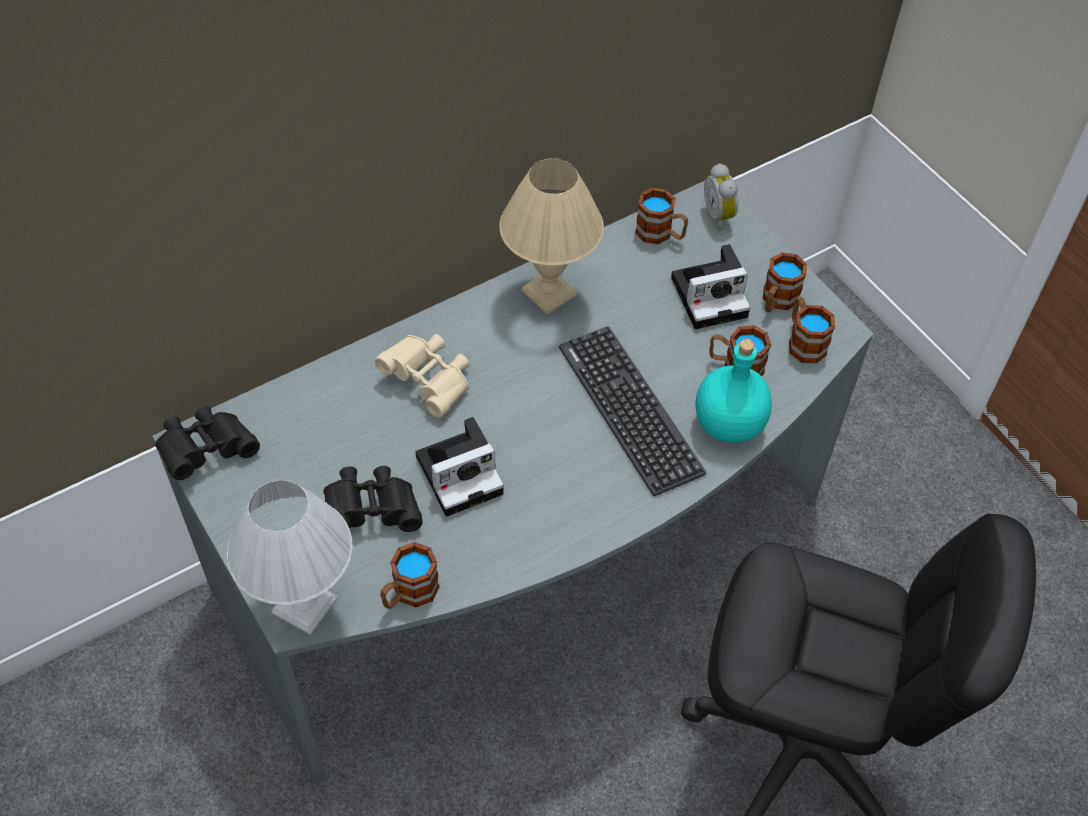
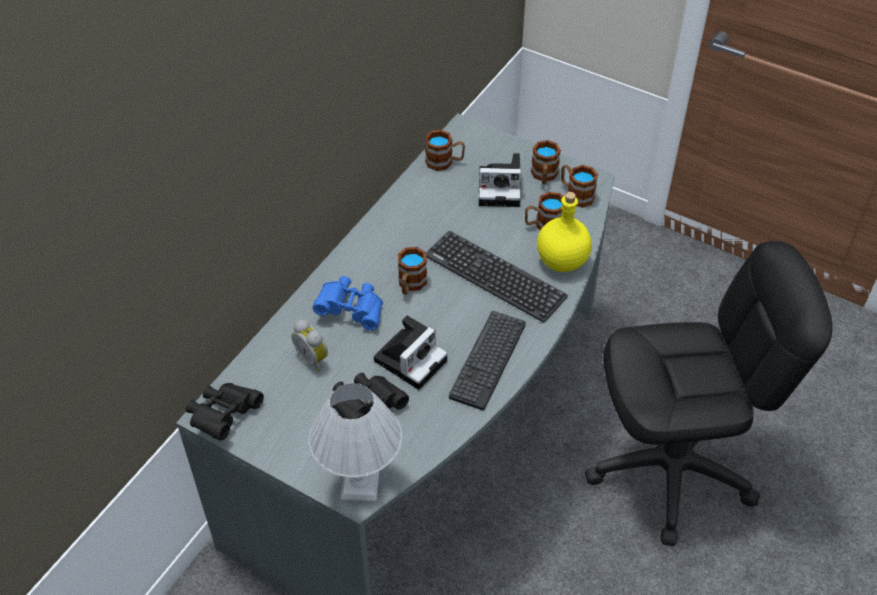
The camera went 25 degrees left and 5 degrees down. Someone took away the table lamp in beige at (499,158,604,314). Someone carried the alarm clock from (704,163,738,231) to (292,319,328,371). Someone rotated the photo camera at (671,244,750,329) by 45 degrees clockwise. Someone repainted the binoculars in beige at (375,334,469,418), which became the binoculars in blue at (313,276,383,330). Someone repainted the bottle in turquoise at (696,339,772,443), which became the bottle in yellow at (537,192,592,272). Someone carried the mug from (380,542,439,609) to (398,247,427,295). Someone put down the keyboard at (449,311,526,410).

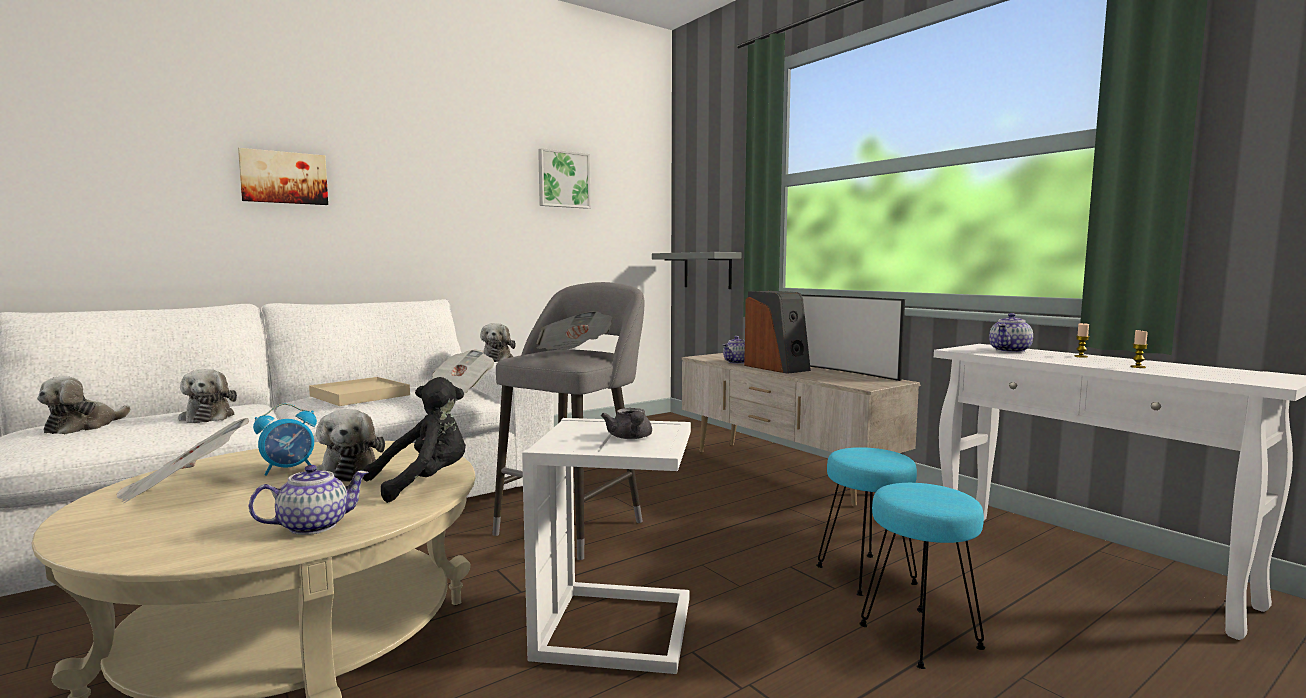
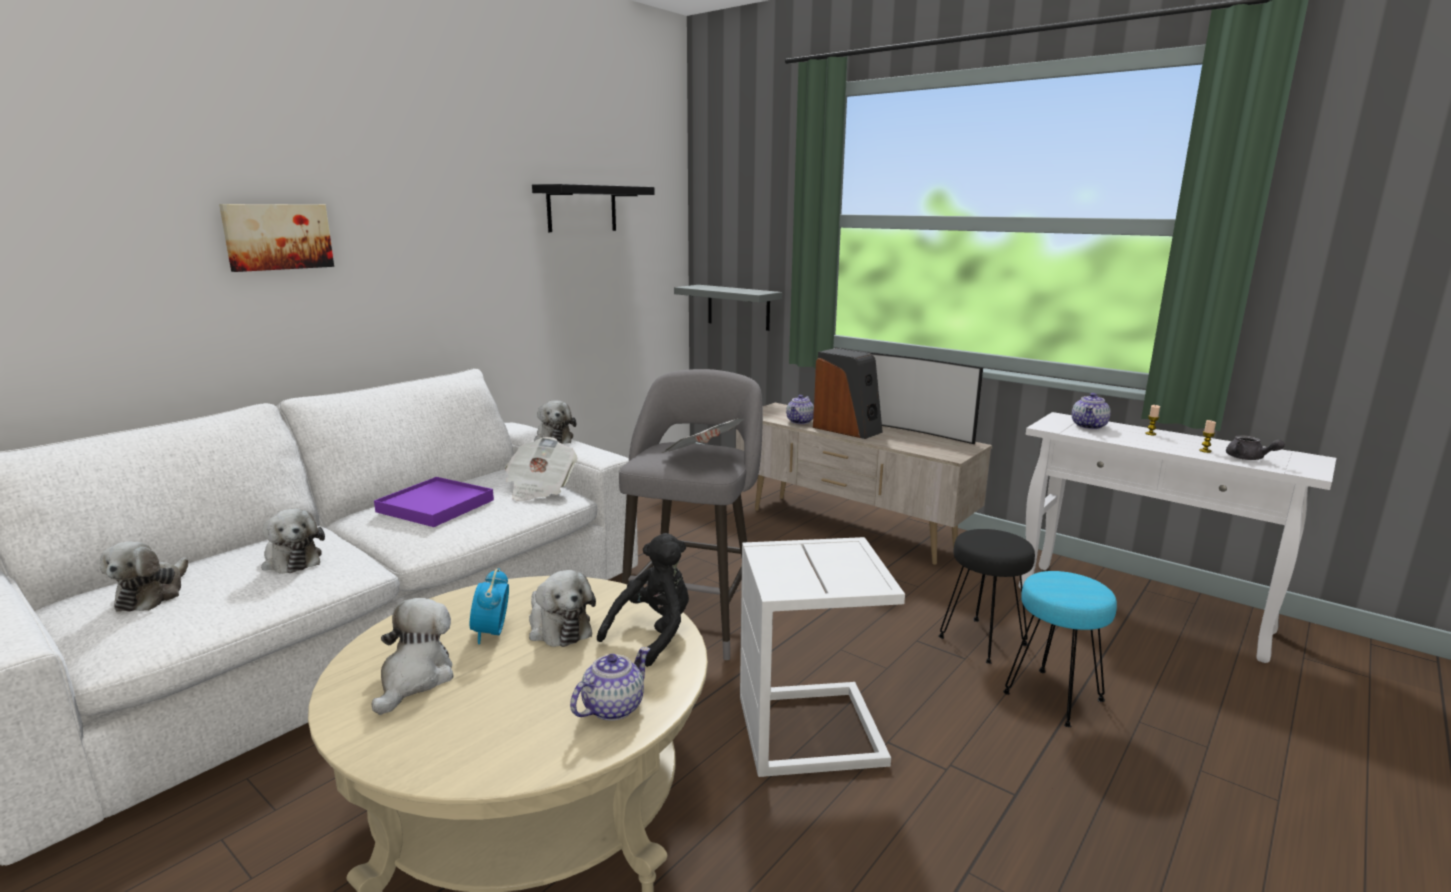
The camera went 15 degrees left and 10 degrees up. Someone swapped the picture at (538,148,590,209) for the shelf in black at (532,184,655,232). Someone repainted the tray in beige at (309,377,410,406), which became the tray in purple at (374,477,494,527). Someone rotated the alarm clock at (253,403,317,476) by 135 degrees clockwise. Someone carried the teapot in grey from (601,408,652,439) to (1226,435,1285,460). Someone swapped the newspaper at (116,418,249,503) for the plush toy at (372,598,454,715). Someone repainted the stool in turquoise at (816,447,918,596), which became the stool in black at (938,529,1035,664).

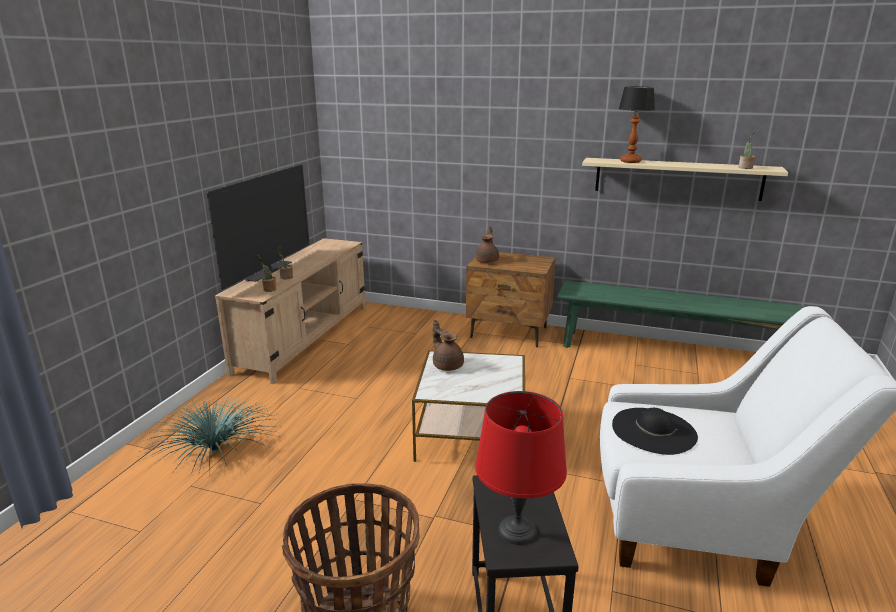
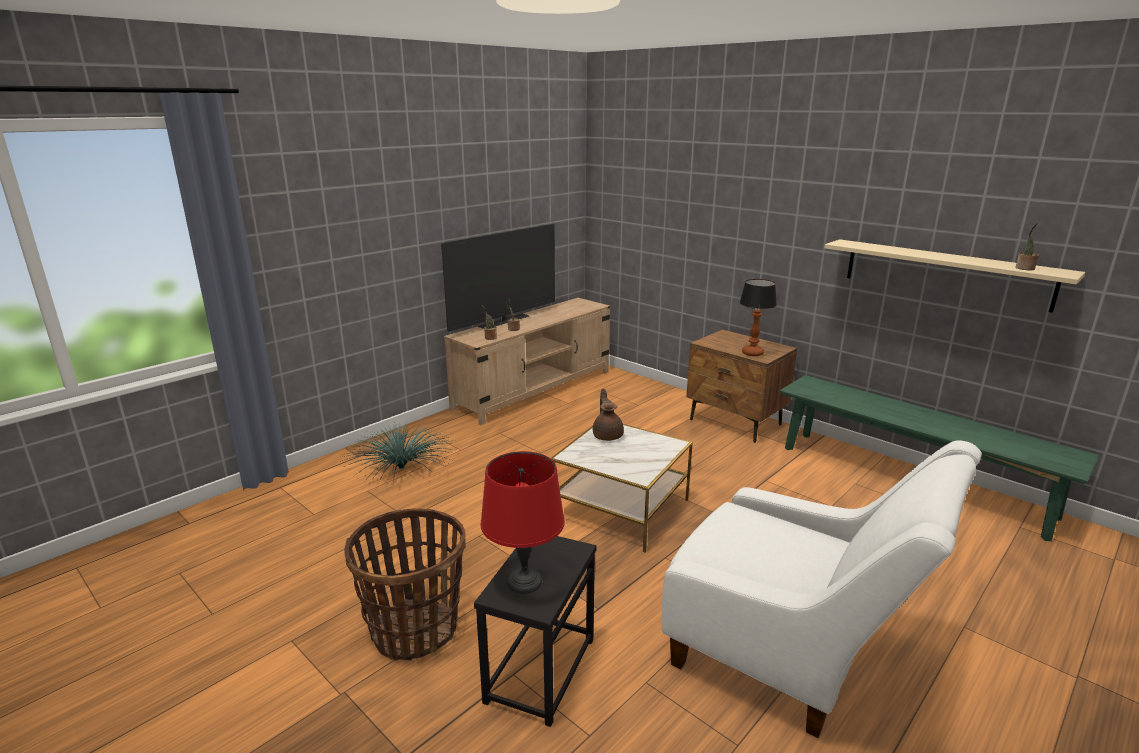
The camera went 25 degrees right and 0 degrees up. Someone carried the table lamp from (619,87,655,163) to (740,279,777,356). Someone took away the teapot in brown at (475,226,499,263). Someone took away the hat in black at (612,408,698,455).

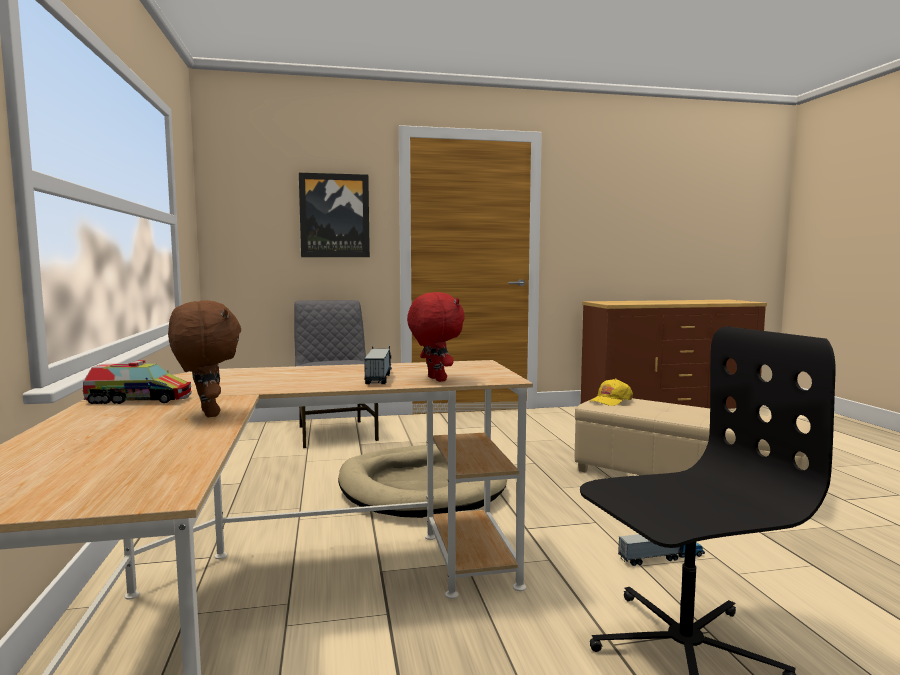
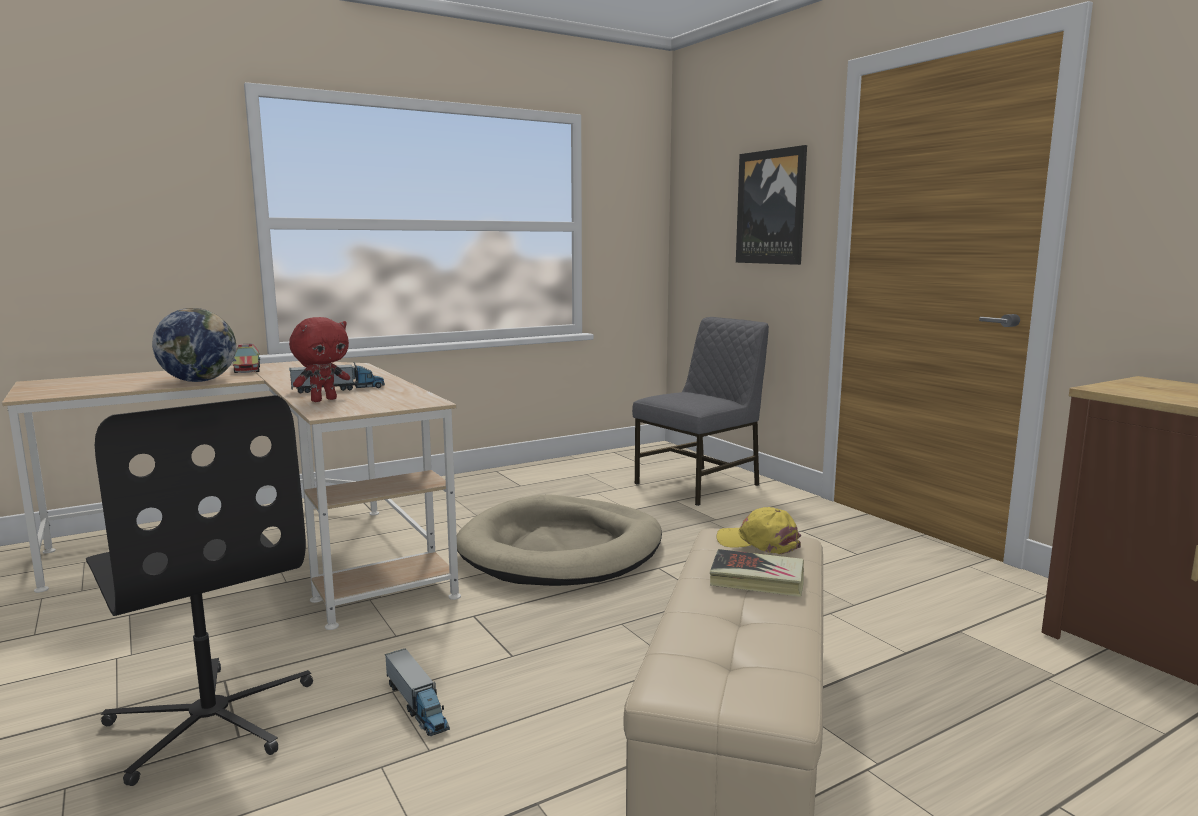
The camera went 70 degrees right and 5 degrees up. Someone swapped the plush toy in brown at (168,300,241,417) for the globe at (152,308,236,382). Someone put down the book at (710,549,804,597).

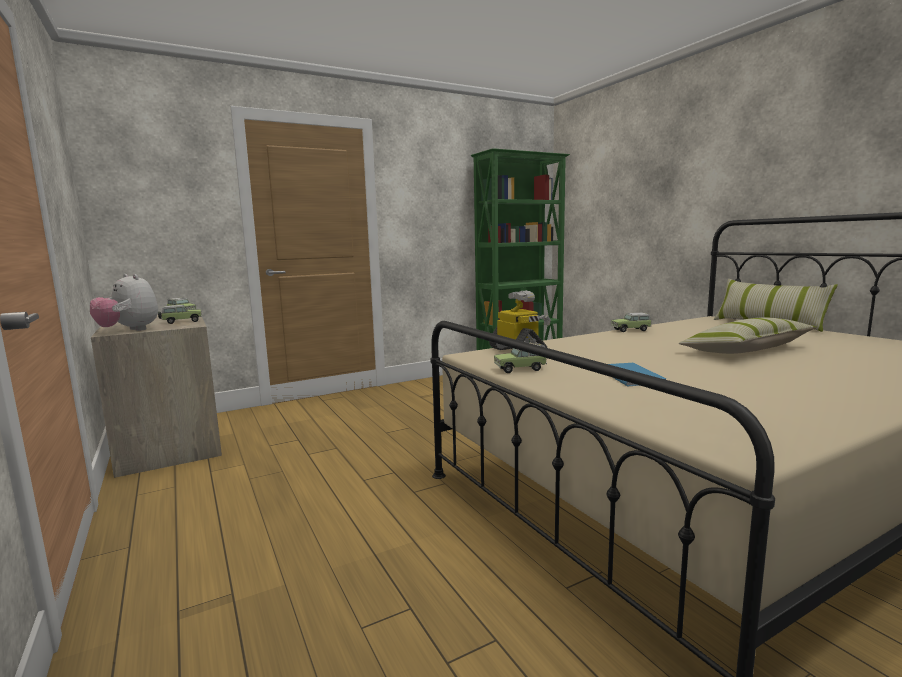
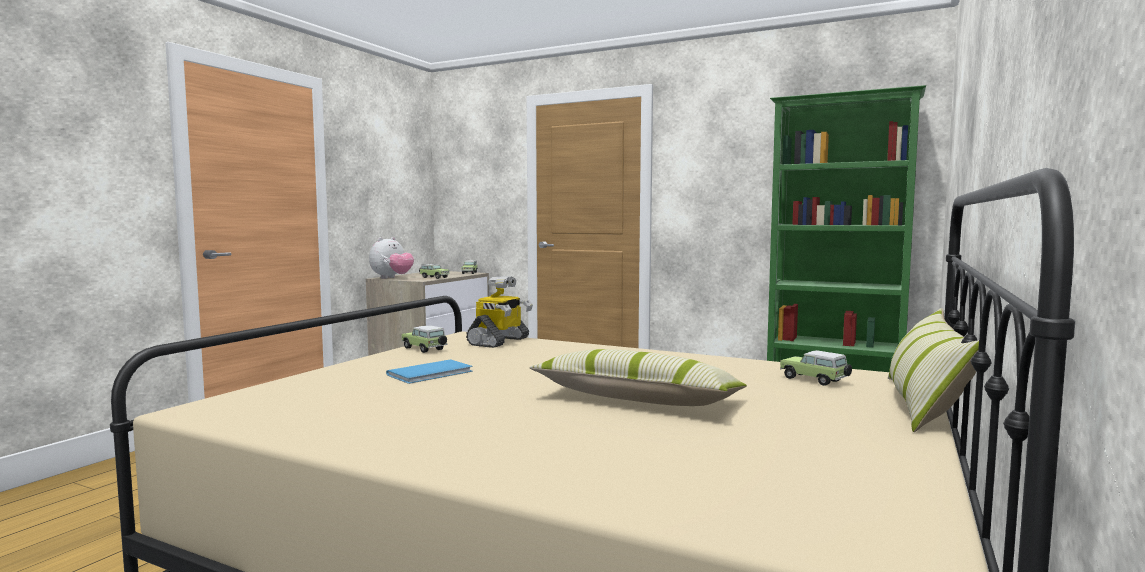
The camera went 55 degrees right and 5 degrees down. Someone rotated the plush toy at (90,274,158,331) by 150 degrees counterclockwise. Someone carried the toy car from (611,313,652,332) to (780,350,852,386).

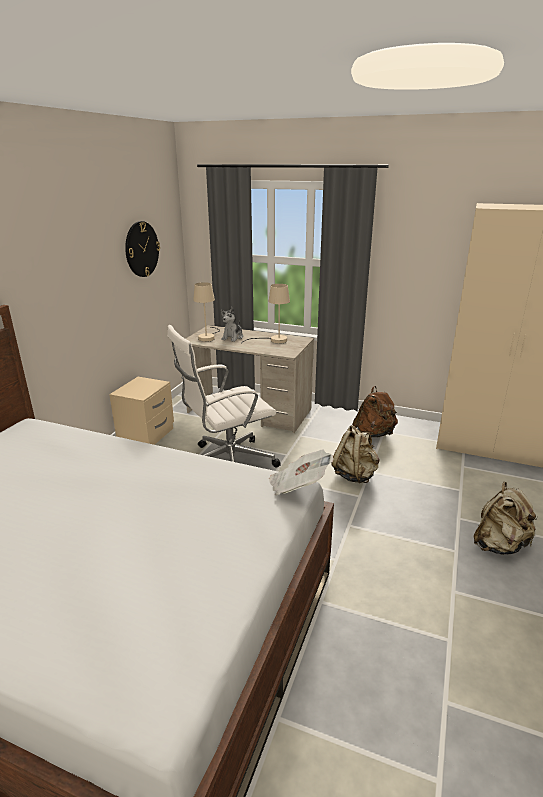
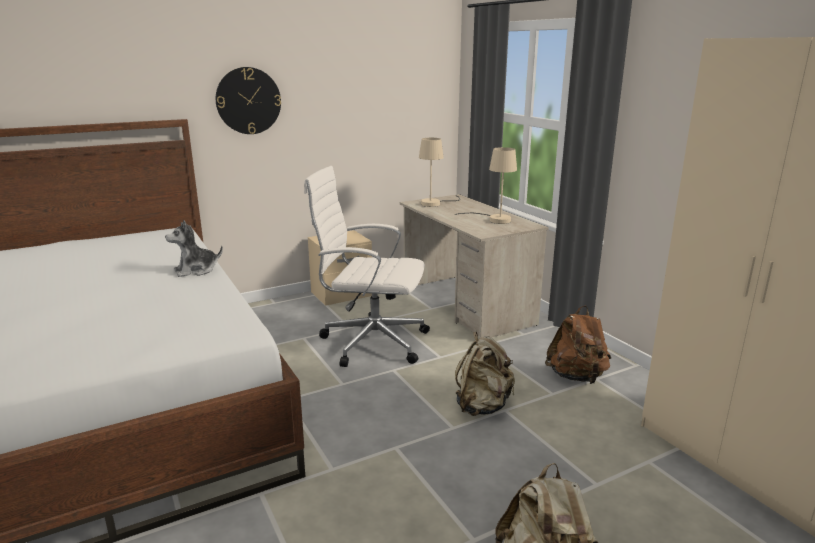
The camera went 40 degrees right and 5 degrees down. Someone carried the wall clock from (125,221,160,277) to (216,67,281,134). Someone carried the plush toy from (221,307,243,342) to (165,220,223,277). Someone took away the newspaper at (269,450,333,495).

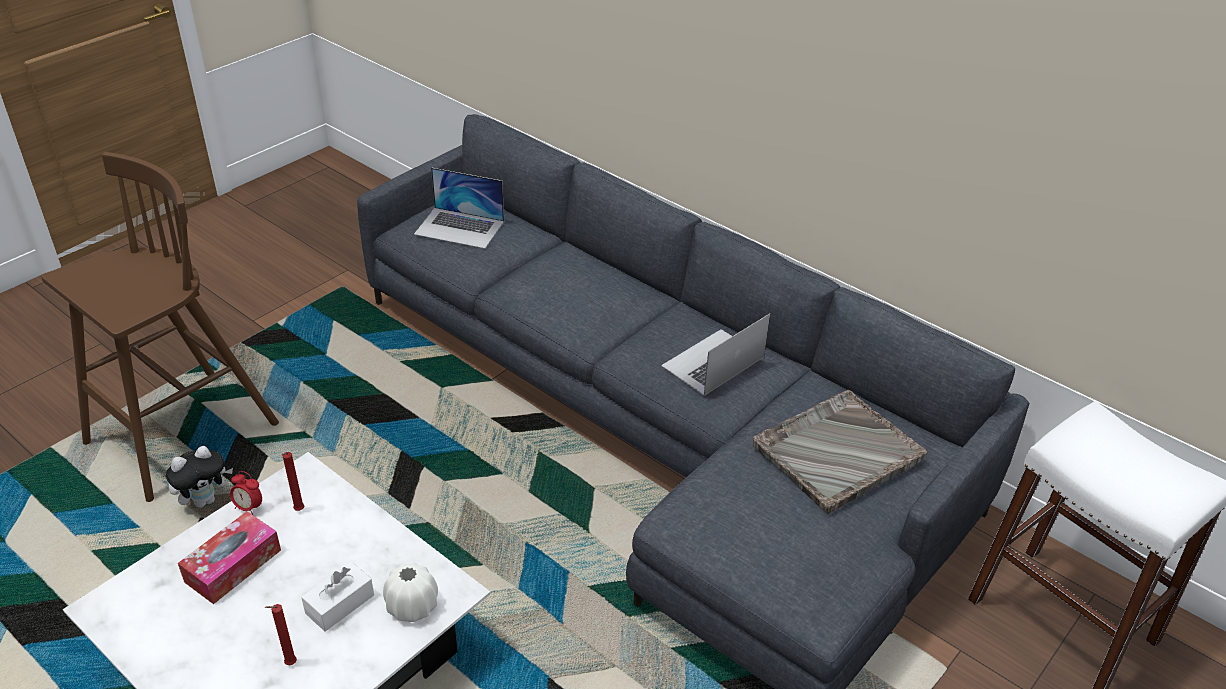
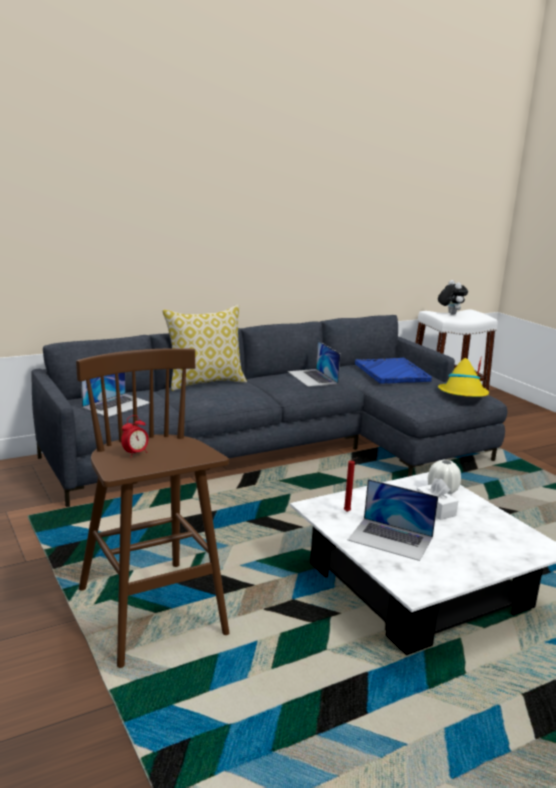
The camera went 70 degrees left and 20 degrees down. Someone repainted the tray in grey at (752,390,928,514), which became the tray in blue at (355,358,432,384). Someone carried the plush toy from (166,446,233,508) to (438,280,468,315). Someone carried the alarm clock from (230,471,262,516) to (121,415,149,458). Someone swapped the tissue box at (178,511,281,604) for the laptop at (348,479,438,561). Someone took away the candle in red at (265,604,297,665). Someone put down the pillow at (162,305,247,391). Someone put down the hat in yellow at (438,355,489,397).

